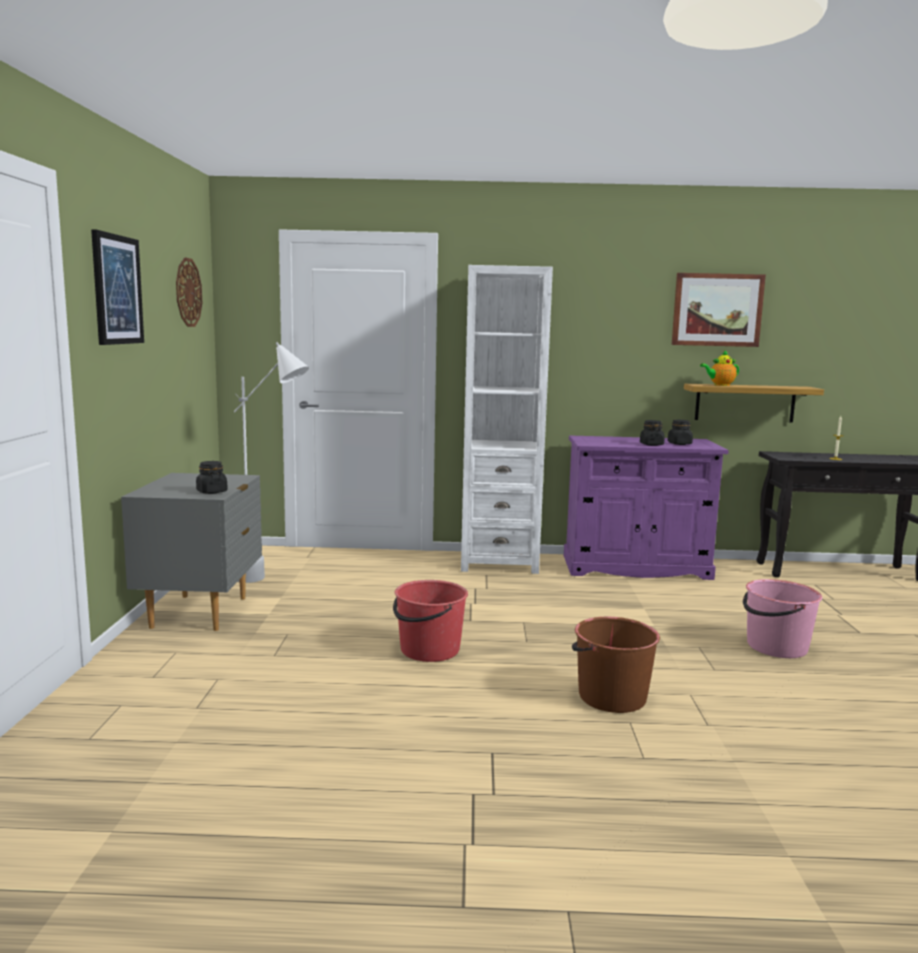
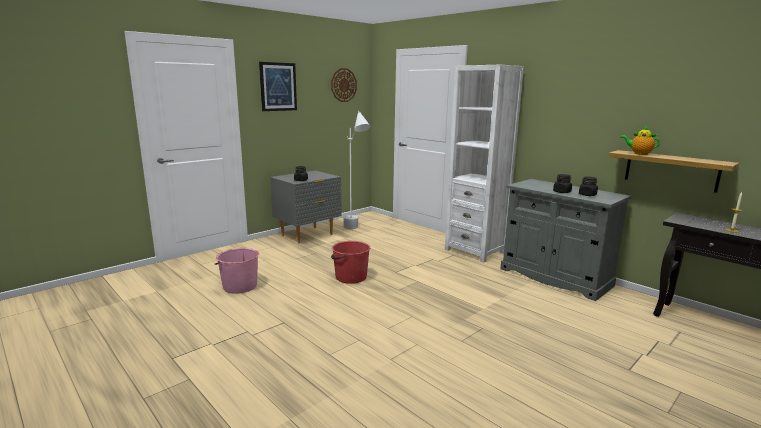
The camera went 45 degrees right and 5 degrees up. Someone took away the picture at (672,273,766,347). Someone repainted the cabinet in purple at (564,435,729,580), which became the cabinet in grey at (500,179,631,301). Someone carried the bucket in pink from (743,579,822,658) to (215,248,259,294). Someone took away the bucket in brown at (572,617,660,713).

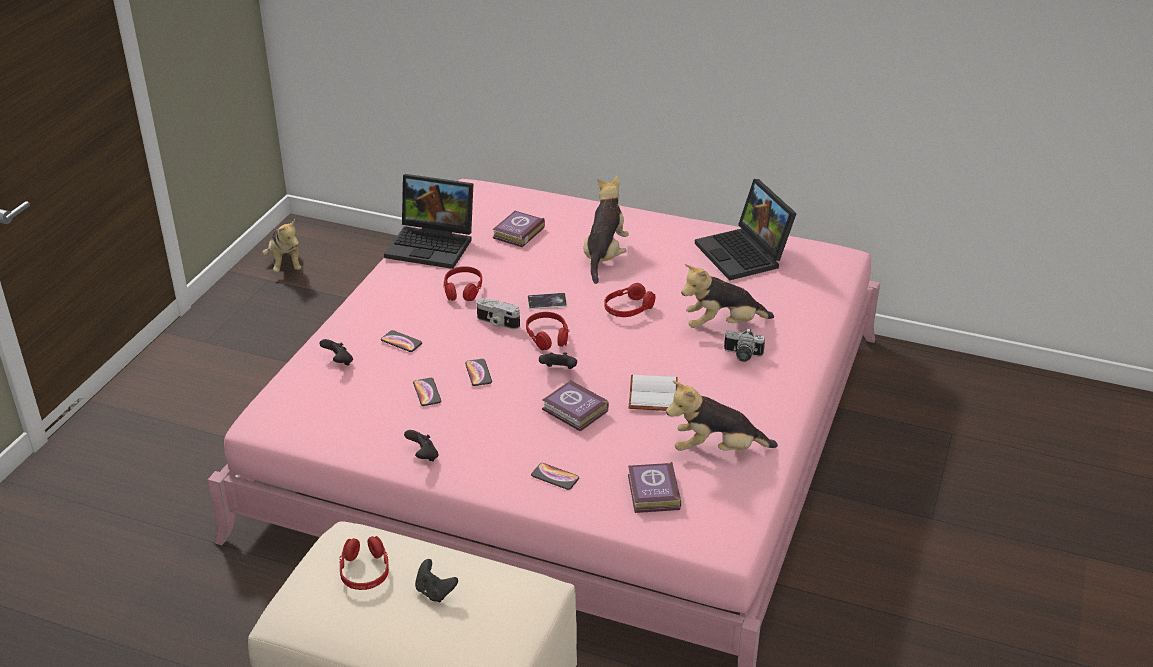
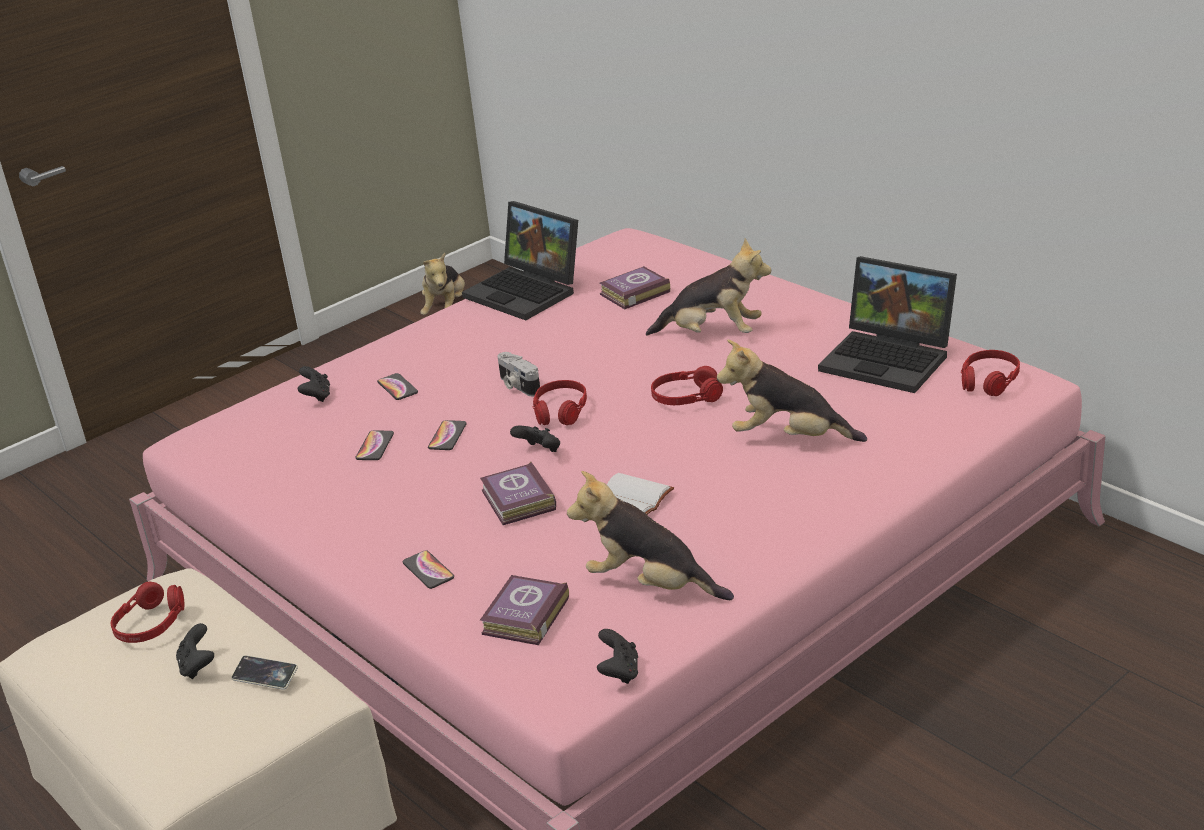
The camera went 30 degrees right and 5 degrees down. Someone rotated the plush toy at (584,176,629,284) by 60 degrees clockwise. Someone rotated the laptop at (695,179,797,281) by 60 degrees counterclockwise. Someone carried the headphones in red from (443,266,482,301) to (961,350,1020,396). Someone carried the phone from (527,293,567,309) to (231,655,298,690). Someone took away the photo camera at (724,328,765,362). Someone carried the game controller in black from (404,430,438,461) to (597,629,638,684).

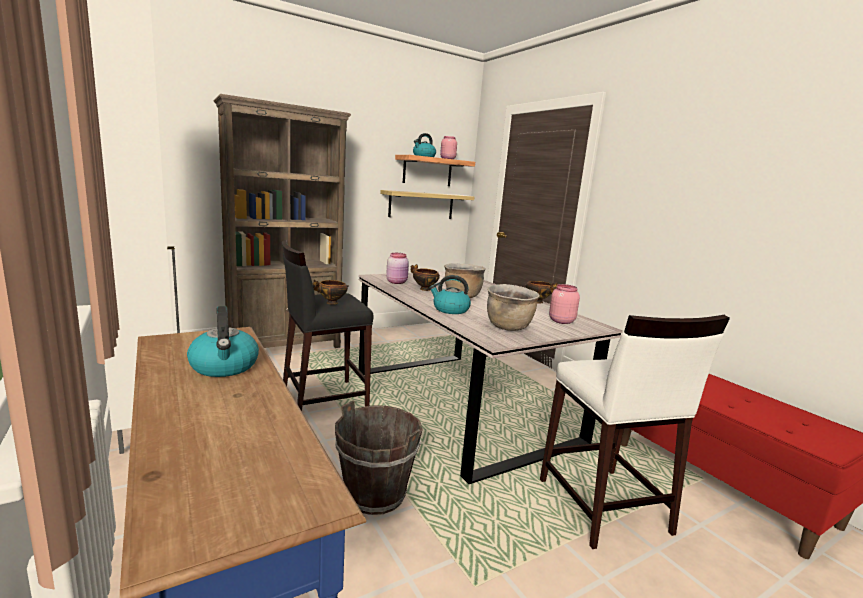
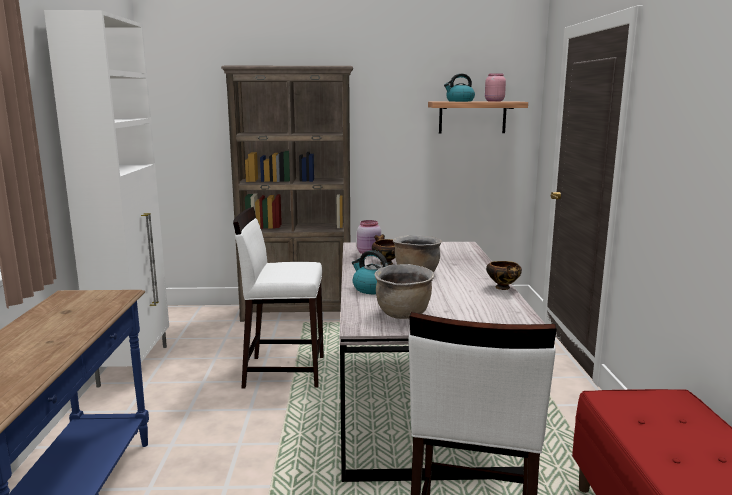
The camera went 30 degrees right and 0 degrees up. Someone took away the shelf at (380,190,474,219). Someone repainted the stool in black at (282,240,373,411), which became the stool in white at (233,207,324,389). Someone took away the bowl at (313,280,349,305). Someone took away the jar in pink at (549,284,580,324). Someone took away the kettle at (187,306,259,377). Someone took away the bucket in brown at (335,401,423,515).

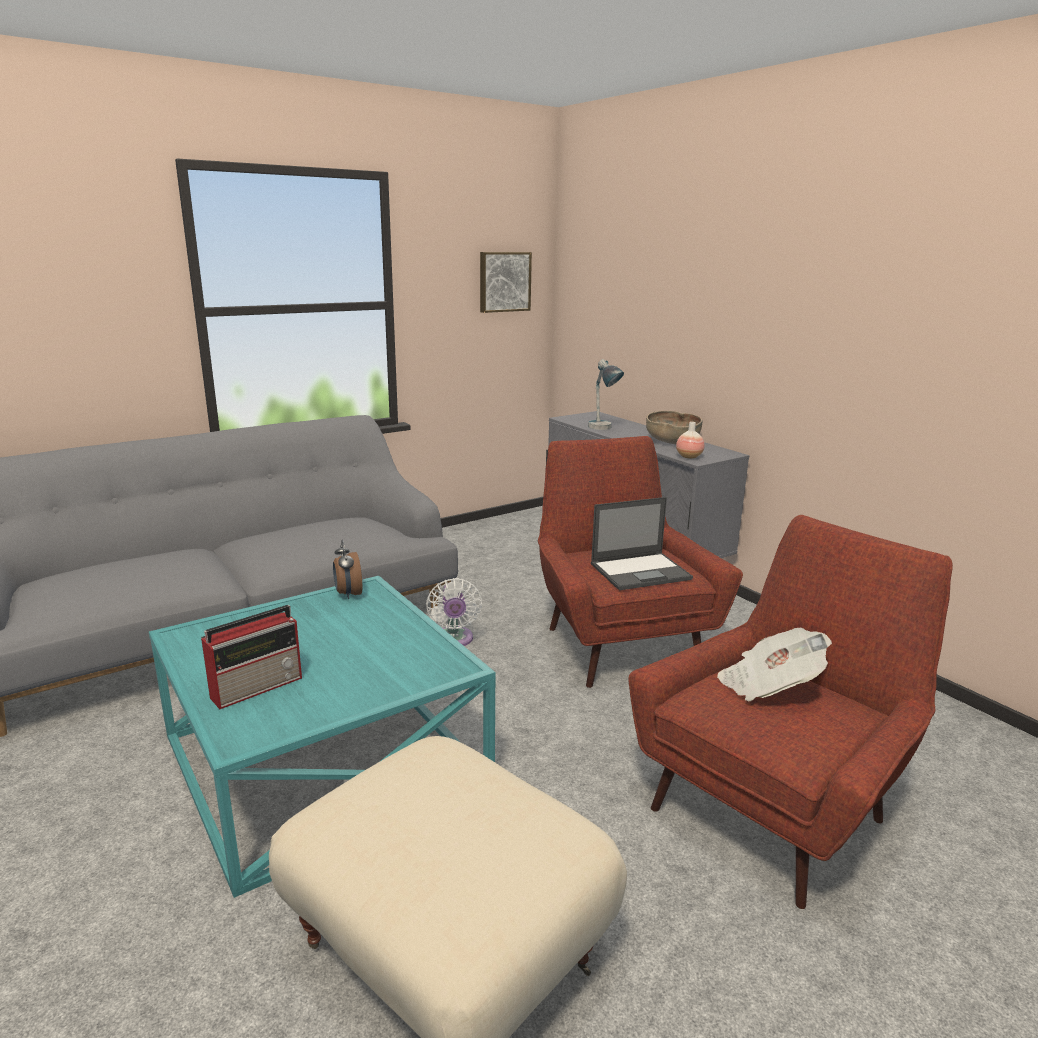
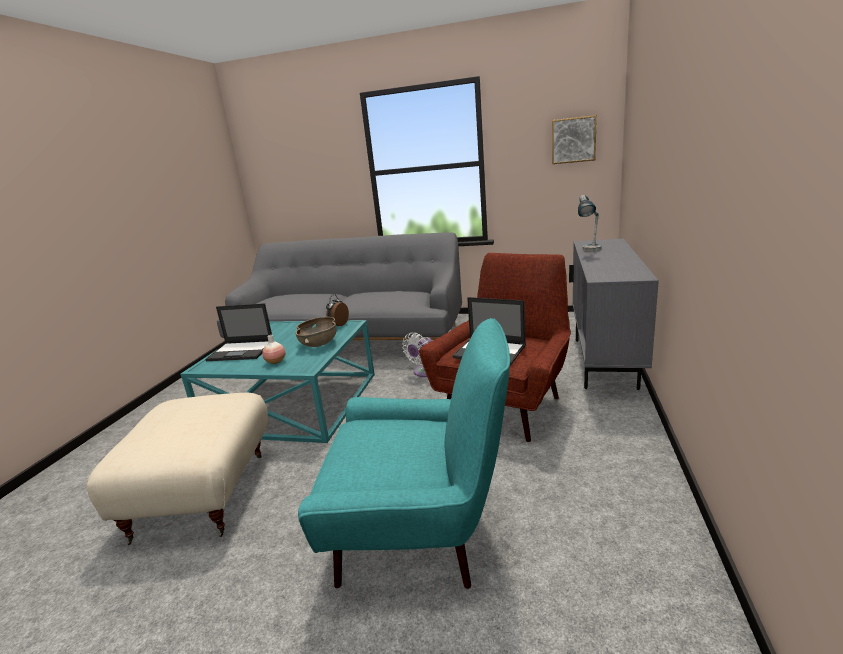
The camera went 50 degrees right and 0 degrees up. Someone carried the bowl in brown from (646,411,702,444) to (296,317,336,347). Someone carried the vase from (676,422,704,459) to (262,335,286,364). Someone repainted the armchair in red at (628,515,953,909), which became the armchair in turquoise at (298,318,510,589). Someone swapped the radio at (201,605,302,709) for the laptop at (205,303,272,361). Someone took away the newspaper at (717,627,832,701).

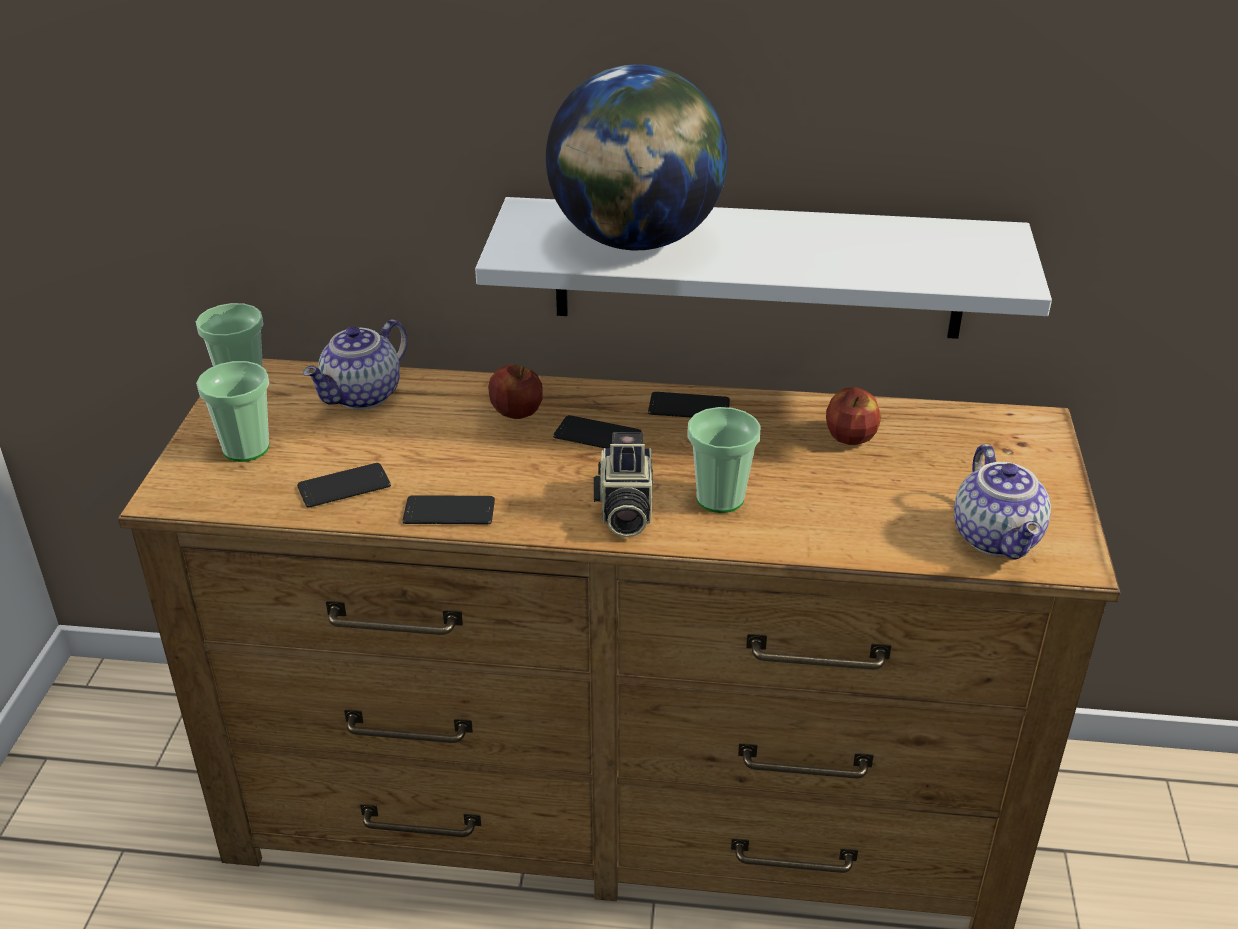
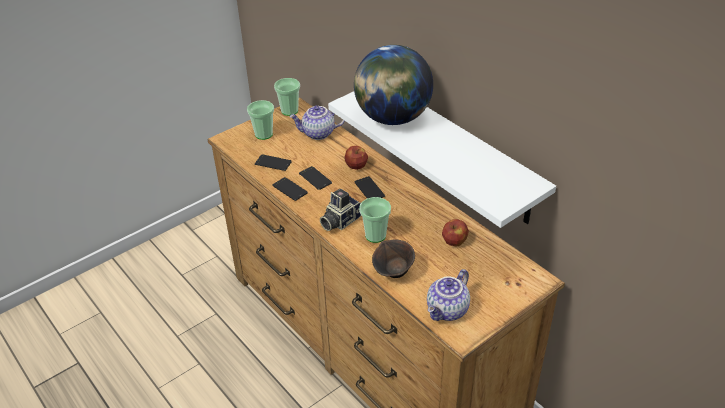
The camera went 45 degrees right and 5 degrees up. Someone carried the phone from (648,392,730,418) to (299,166,332,190). Someone put down the bowl in brown at (372,239,415,278).

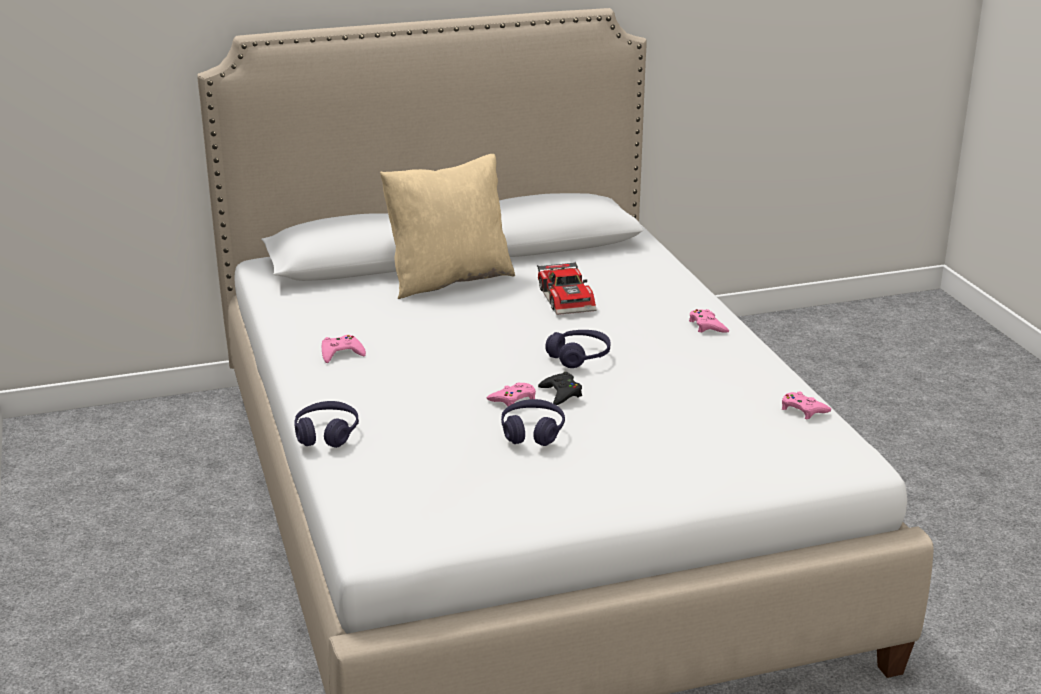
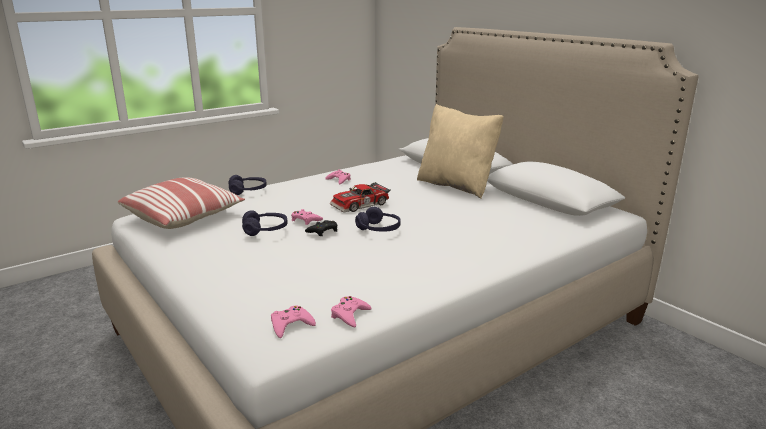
The camera went 70 degrees right and 5 degrees down. Someone carried the toy car from (537,262,597,315) to (329,182,391,213). Someone carried the game controller in pink from (689,309,729,333) to (271,305,316,338). Someone put down the pillow at (118,177,245,229).

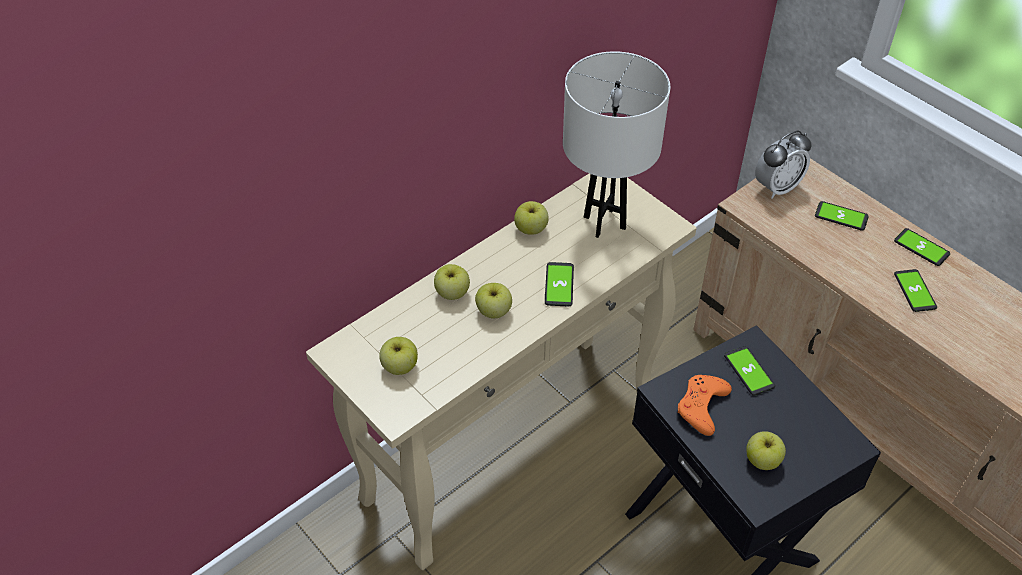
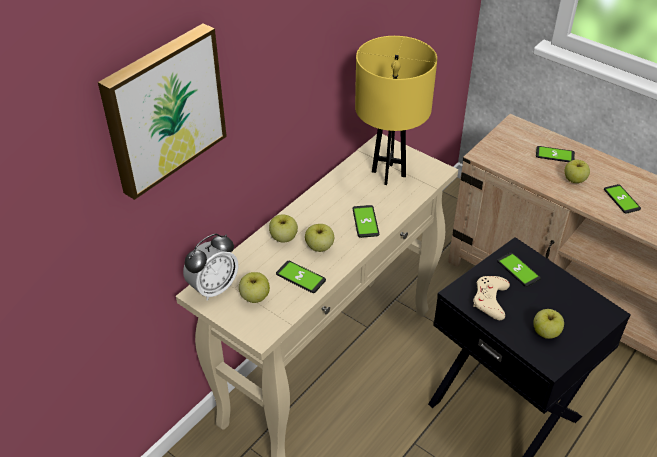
The camera went 10 degrees left and 5 degrees down. Someone repainted the table lamp in white at (563,51,670,238), which became the table lamp in yellow at (355,36,437,185). Someone carried the alarm clock from (755,130,812,199) to (183,234,238,301). Someone carried the apple from (514,201,549,235) to (565,160,590,183). Someone carried the phone from (894,228,950,266) to (276,261,326,293). Someone repainted the game controller in orange at (678,375,732,436), which became the game controller in beige at (473,276,510,320). Someone put up the picture at (98,23,227,200).

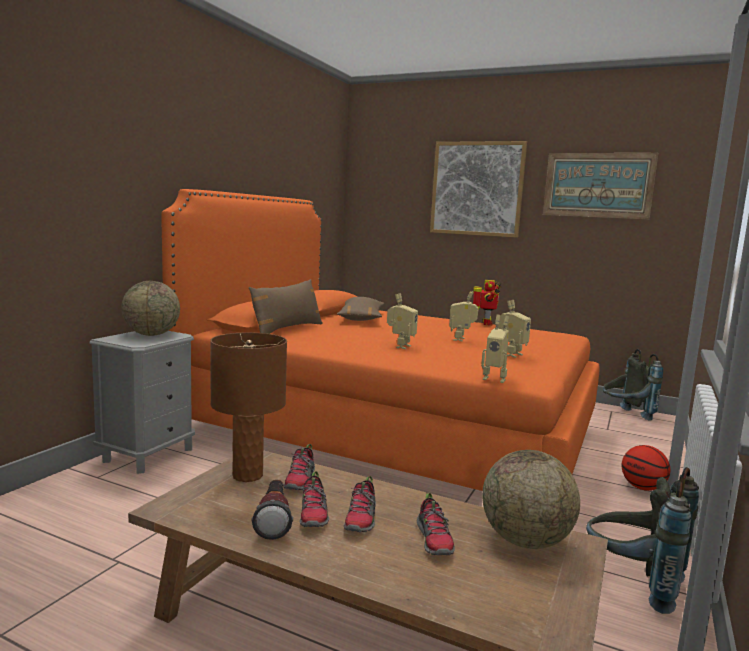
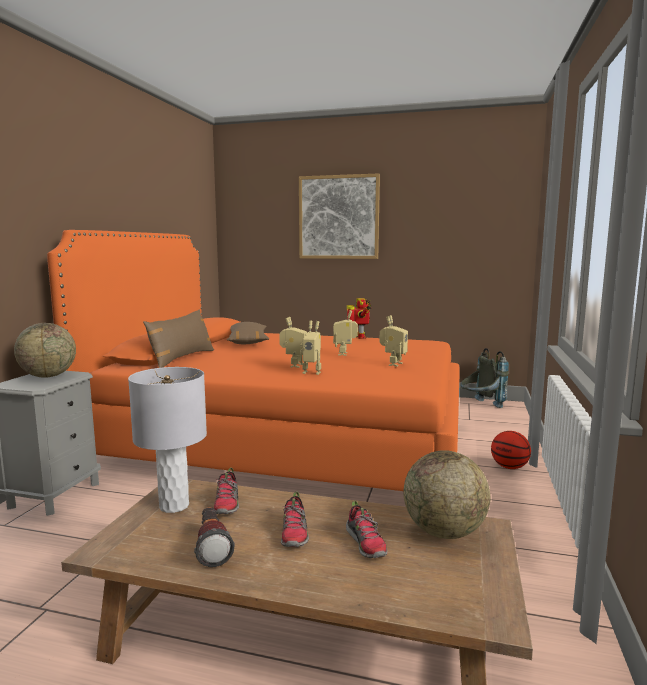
The camera went 10 degrees left and 0 degrees up. Someone took away the picture at (543,153,658,219). Someone carried the toy robot from (481,315,510,383) to (300,321,321,375). Someone repainted the table lamp in brown at (210,332,287,482), which became the table lamp in grey at (128,367,207,513). Someone took away the backpack in grey at (586,467,699,614). Someone took away the shoe at (300,471,329,527).

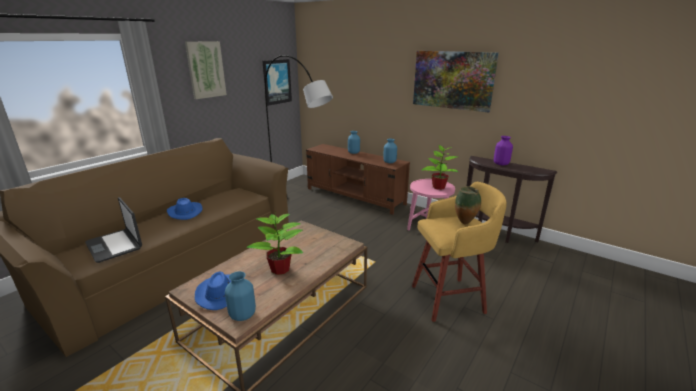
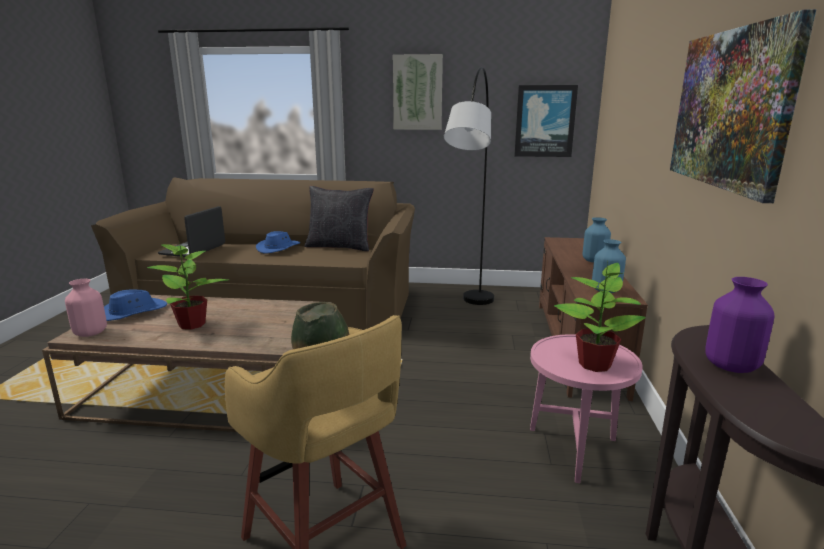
The camera went 60 degrees right and 5 degrees down. Someone repainted the vase in blue at (225,271,256,321), which became the vase in pink at (65,279,107,337). Someone put down the pillow in black at (304,186,374,251).

